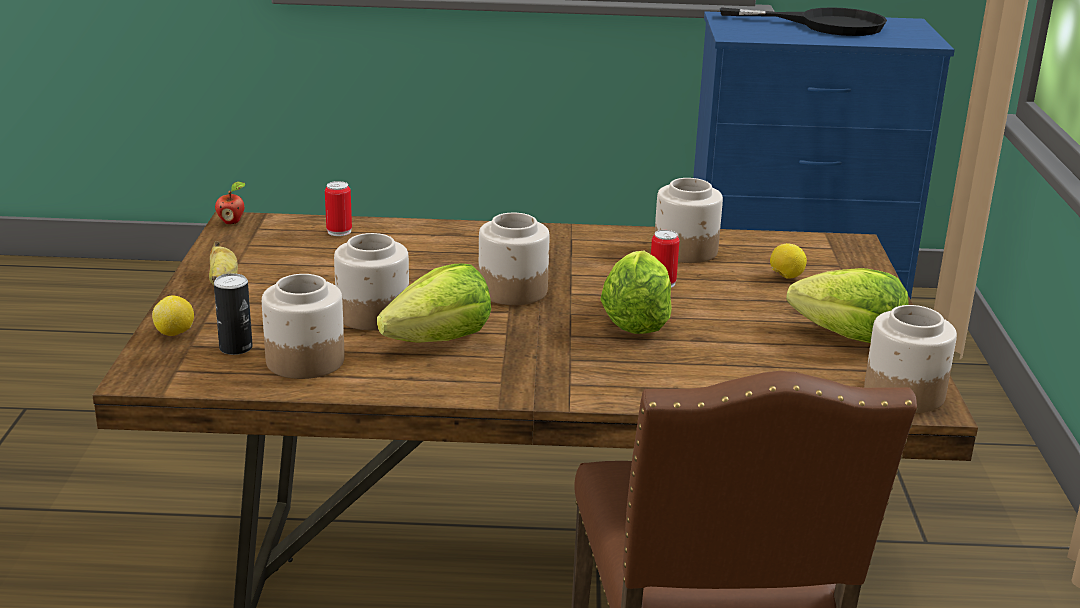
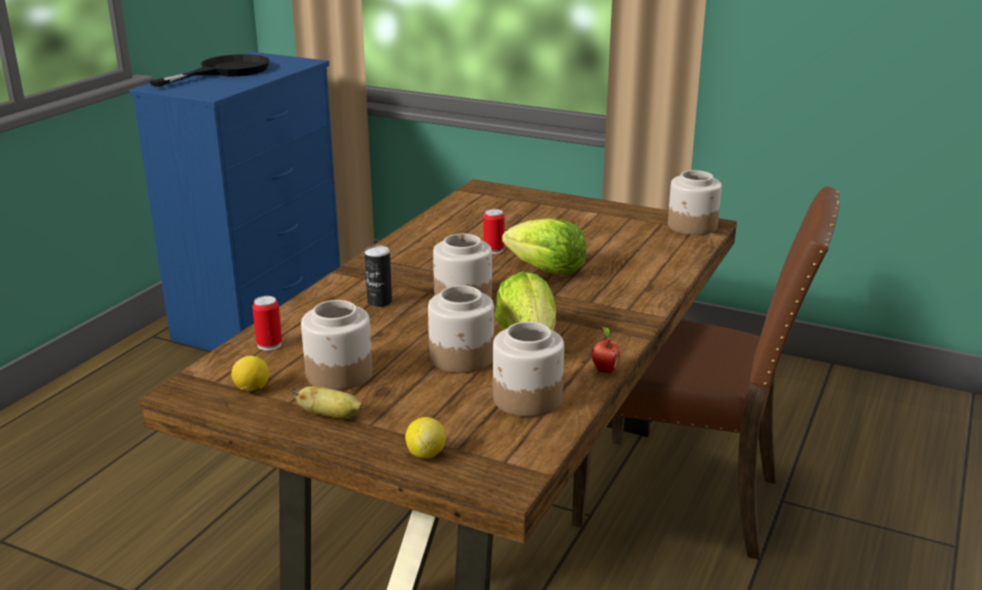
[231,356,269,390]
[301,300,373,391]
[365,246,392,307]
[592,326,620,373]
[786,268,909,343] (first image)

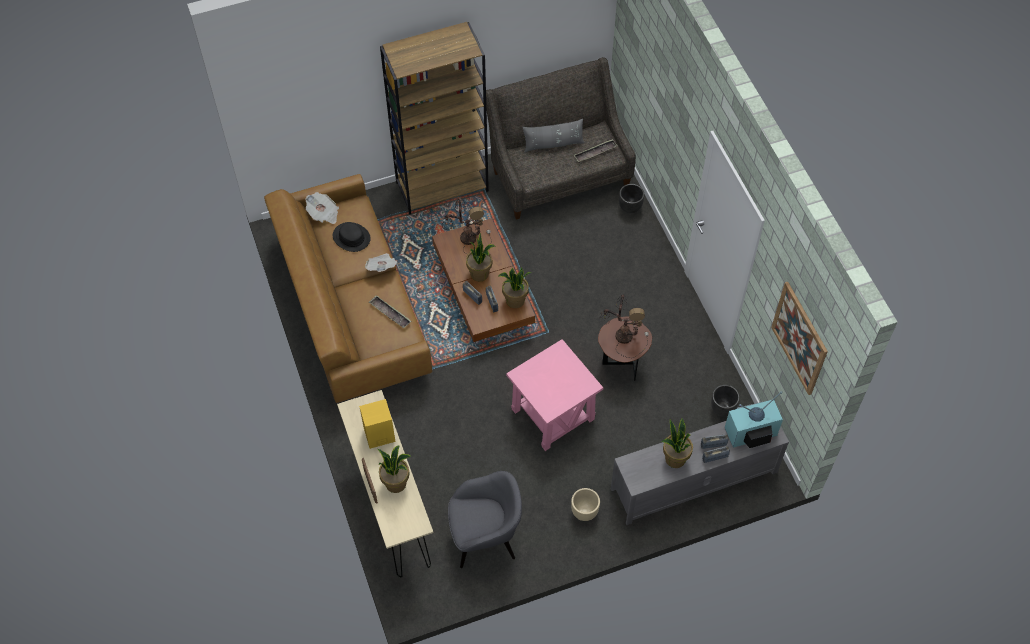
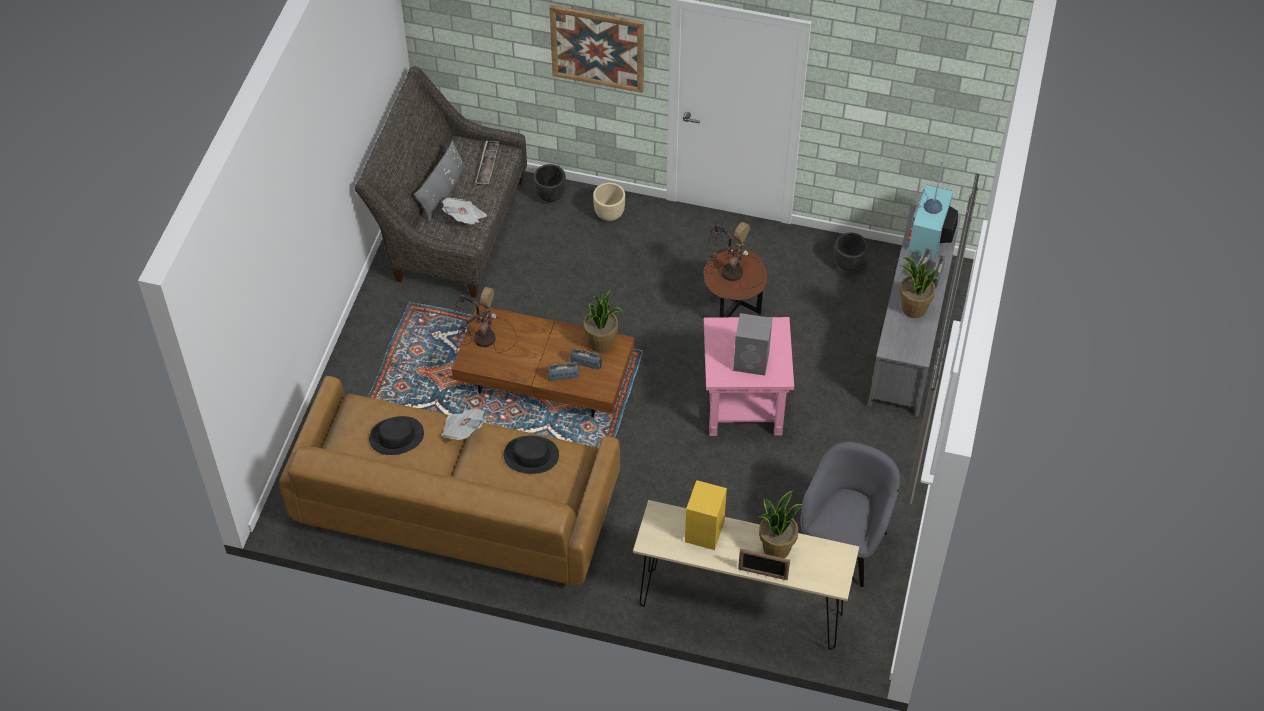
[442,197,487,225]
[503,435,559,474]
[549,5,644,93]
[593,183,625,221]
[733,313,773,376]
[380,22,489,215] (first image)
[466,233,496,282] (first image)

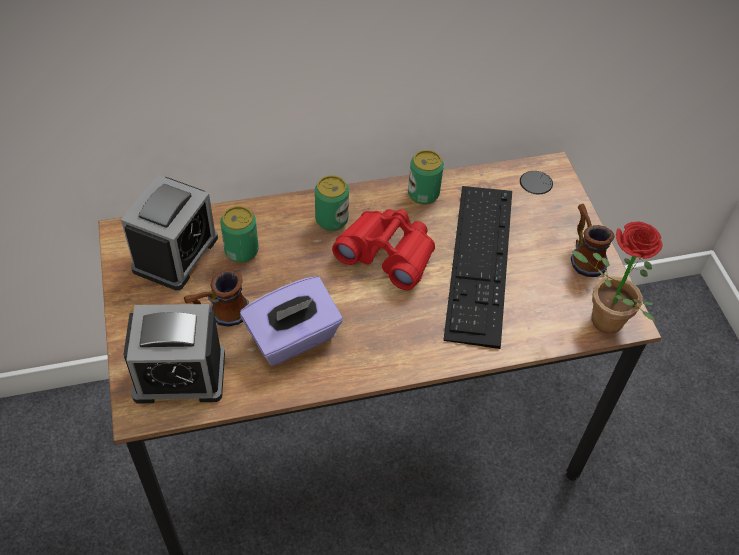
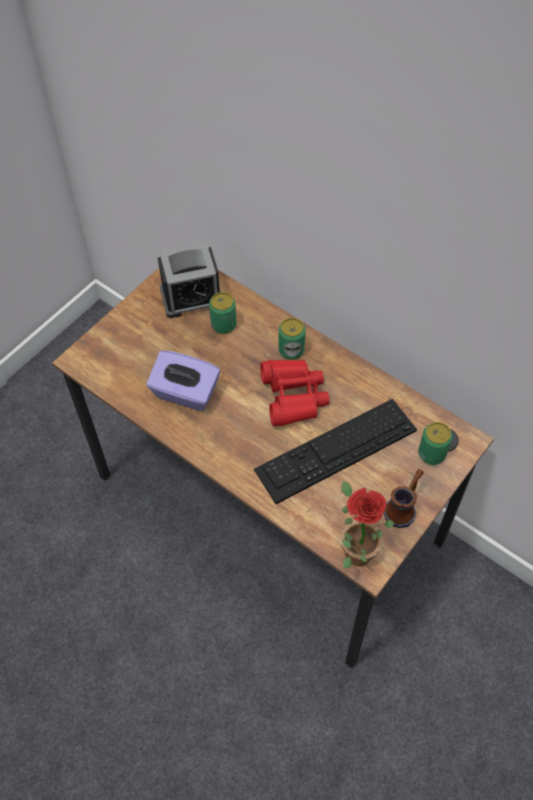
[418,422,452,465]
[123,304,225,404] (first image)
[184,269,249,326] (first image)

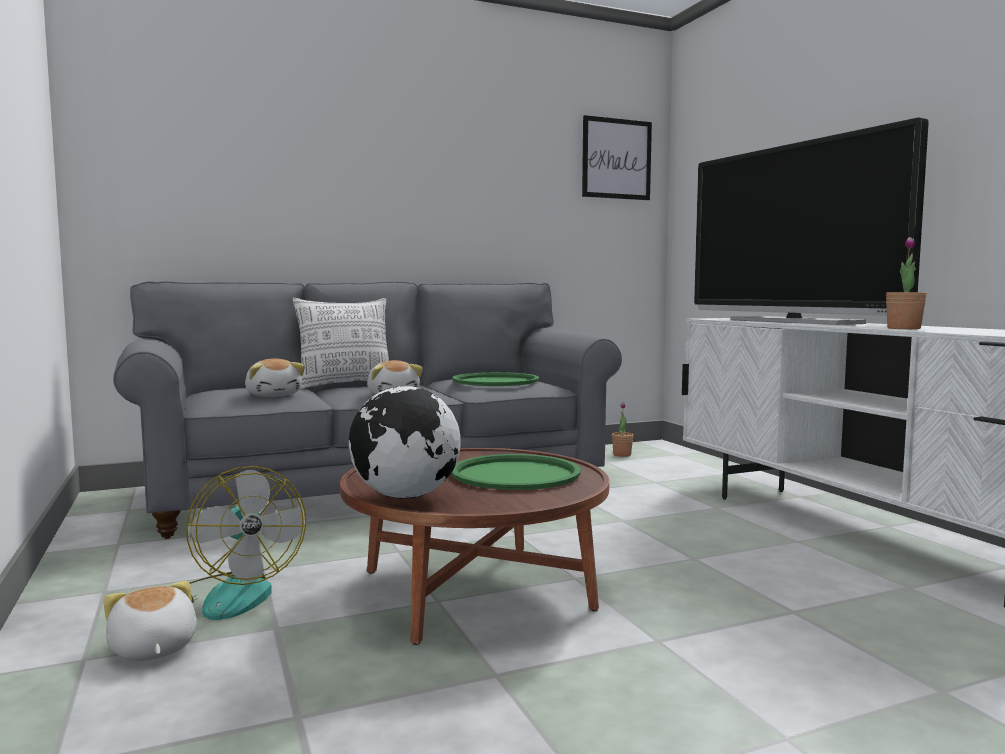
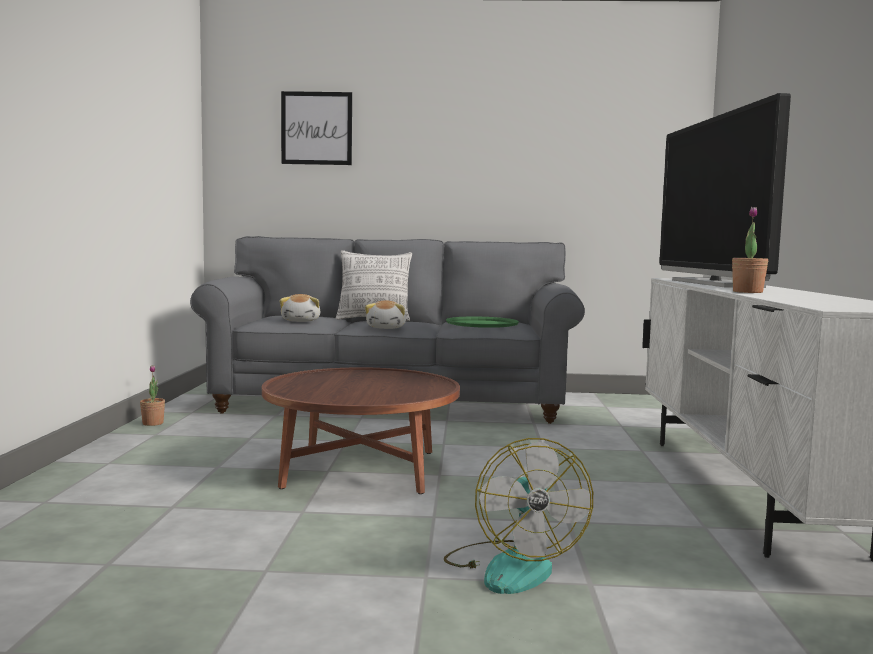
[140,365,165,426]
[281,91,352,165]
[444,438,593,594]
[103,581,197,661] (first image)
[348,386,461,499] (first image)
[451,454,581,490] (first image)

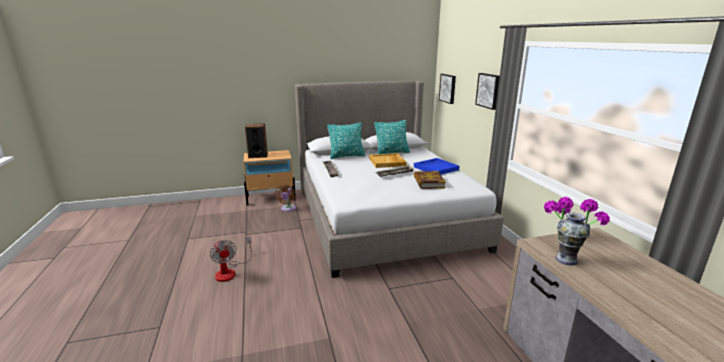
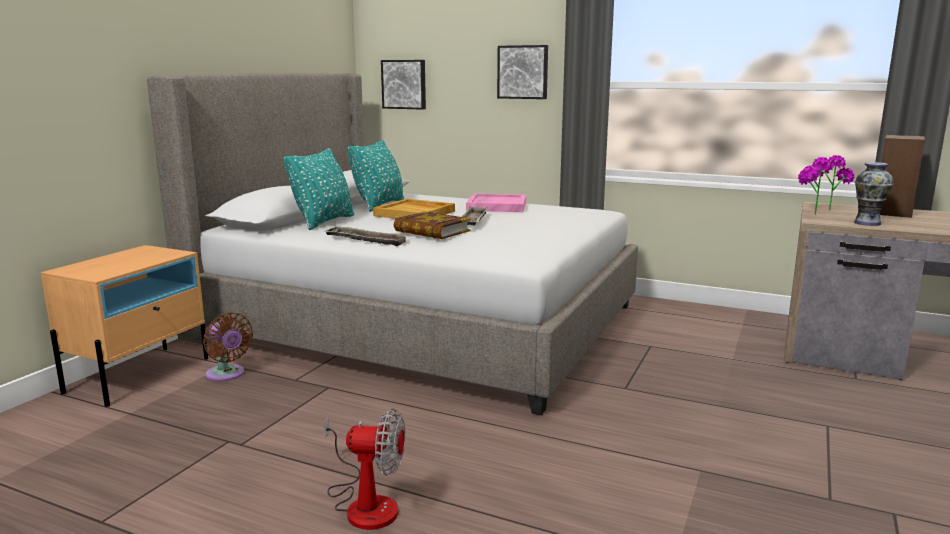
[394,211,471,239]
[466,193,526,212]
[880,135,925,218]

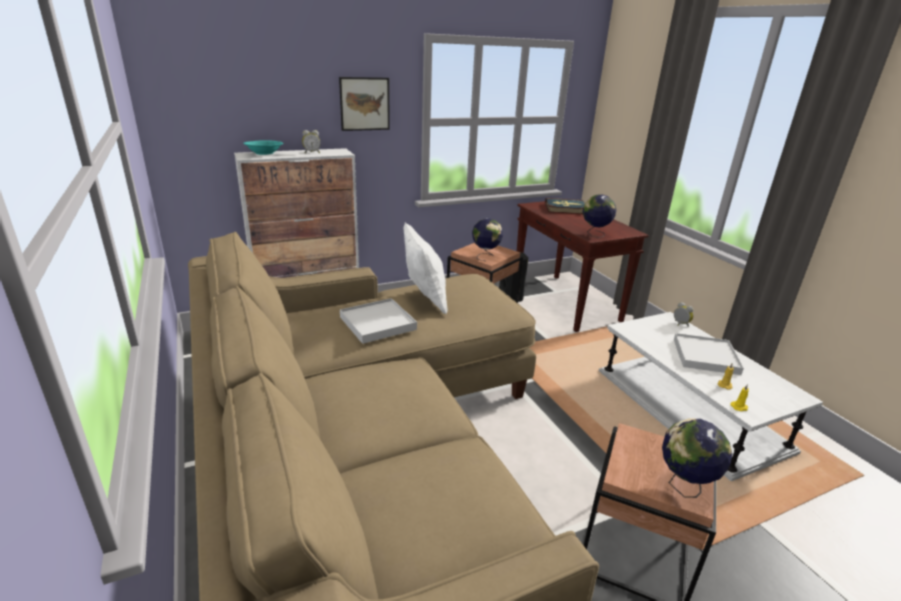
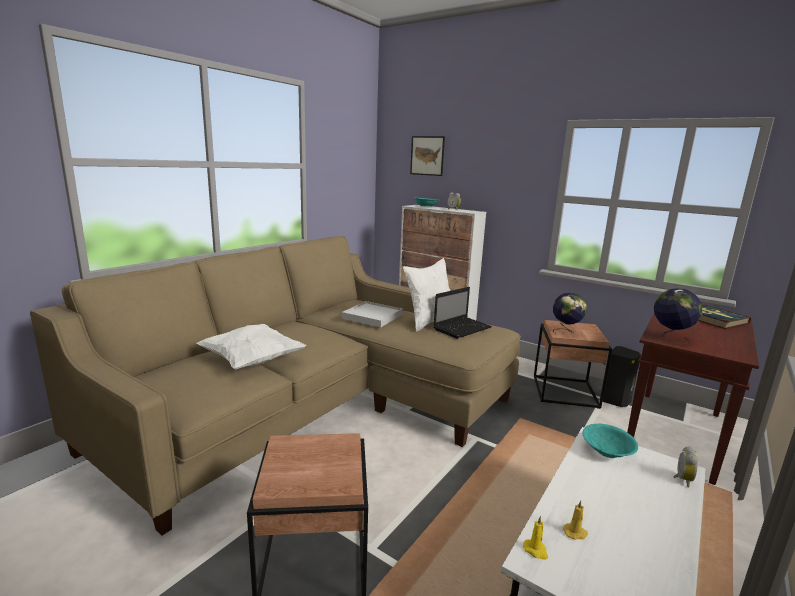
[196,324,306,370]
[410,136,445,176]
[434,287,492,339]
[583,424,638,458]
[662,418,732,498] (first image)
[674,333,744,375] (first image)

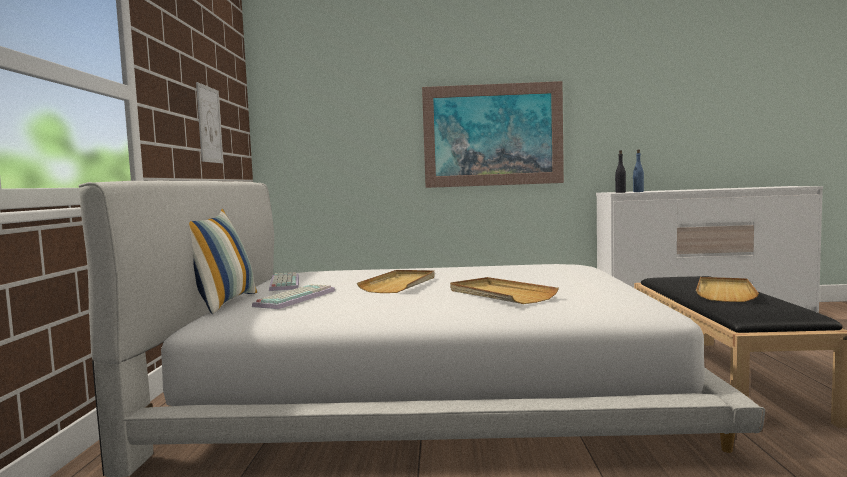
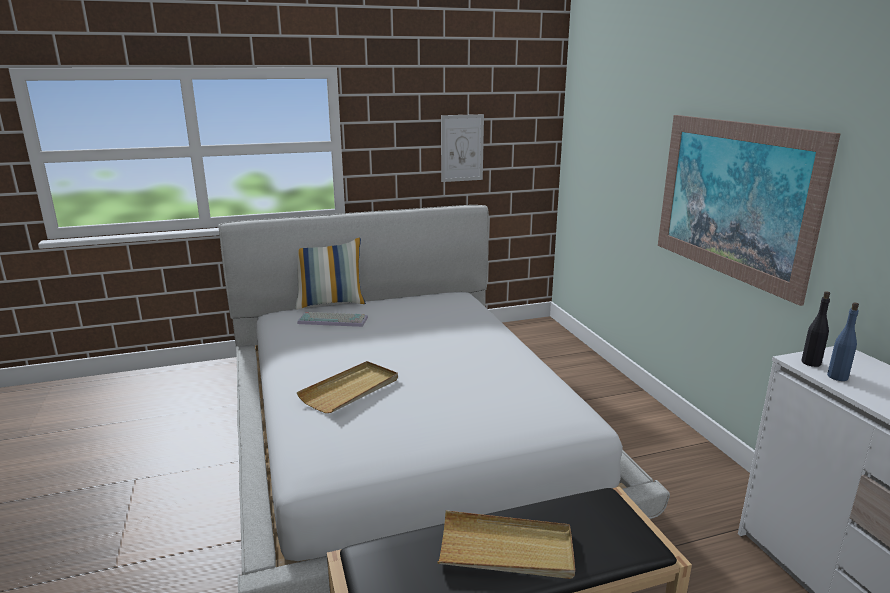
[269,272,299,291] (first image)
[357,270,435,293] (first image)

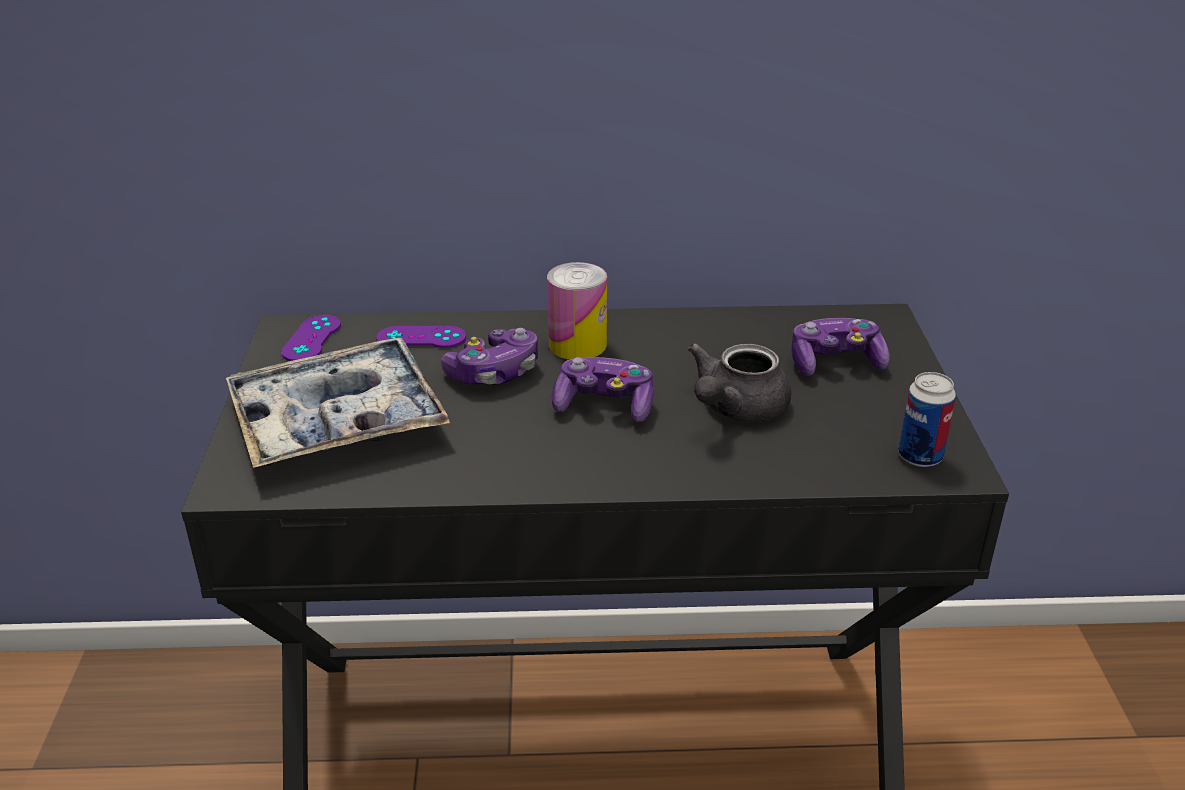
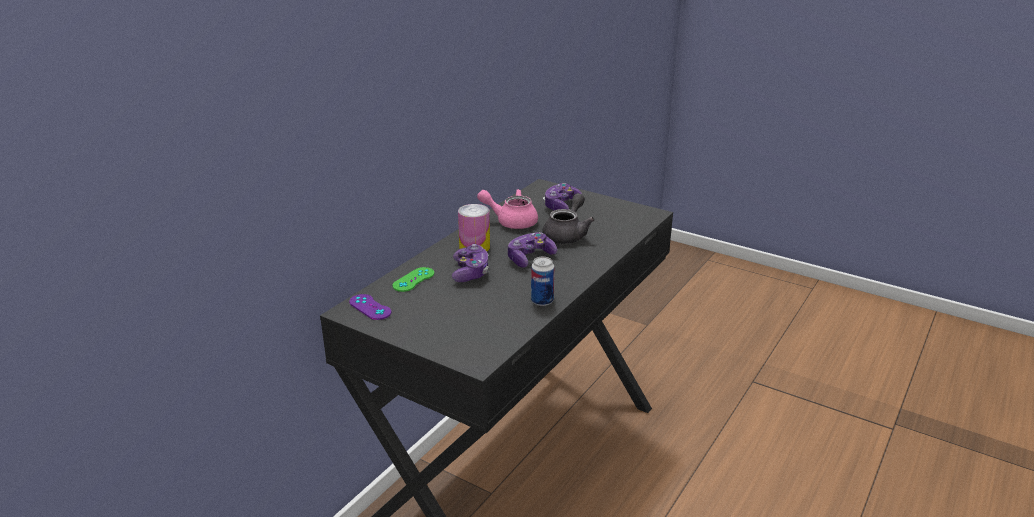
[392,267,434,292]
[477,189,538,229]
[531,257,554,306]
[542,193,595,244]
[226,338,450,468] (first image)

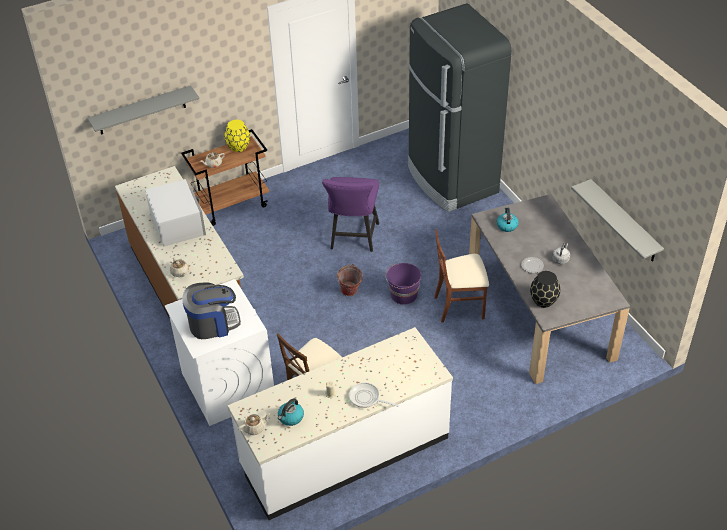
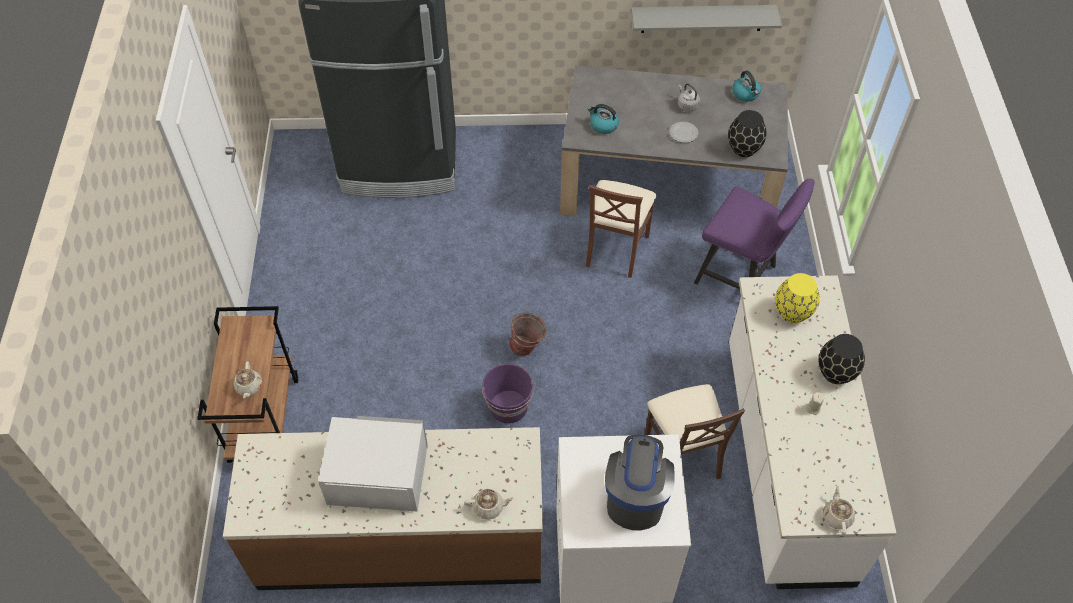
[482,364,534,424]
[694,179,815,289]
[732,70,761,102]
[775,273,820,323]
[819,334,865,384]
[88,85,199,135] (first image)

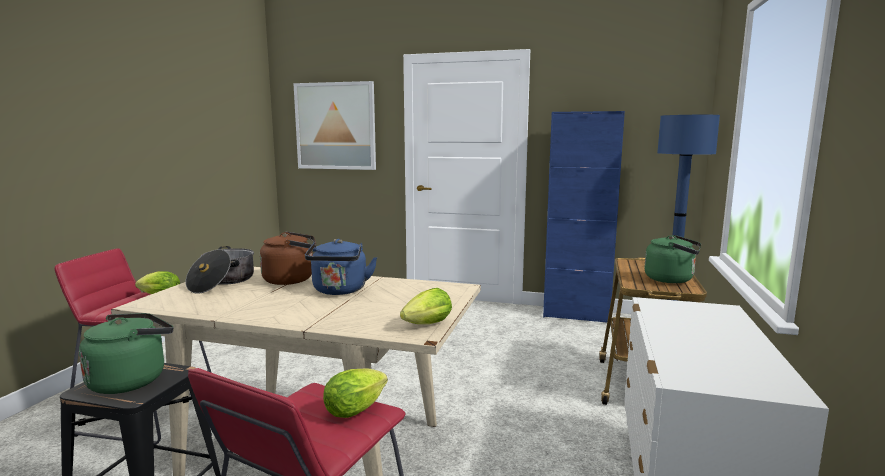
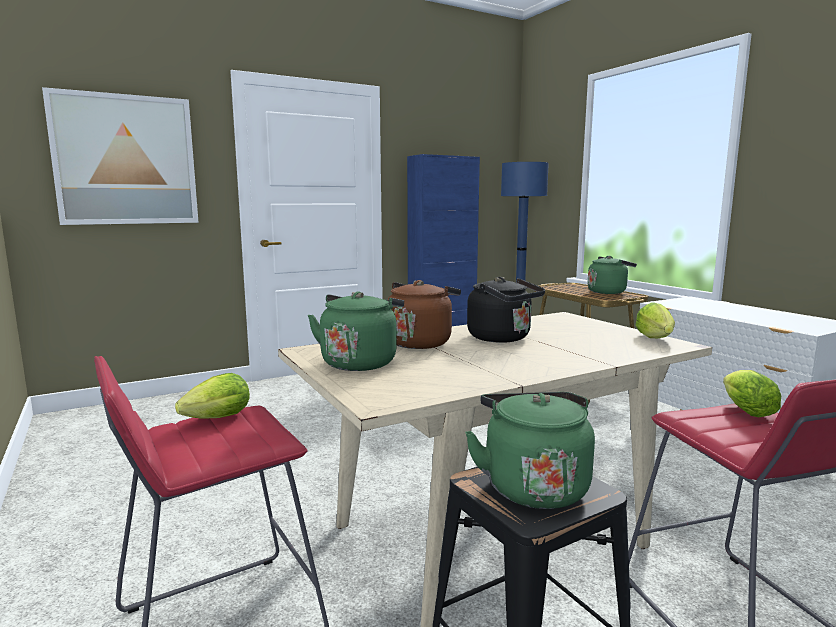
[308,291,404,371]
[467,277,545,343]

